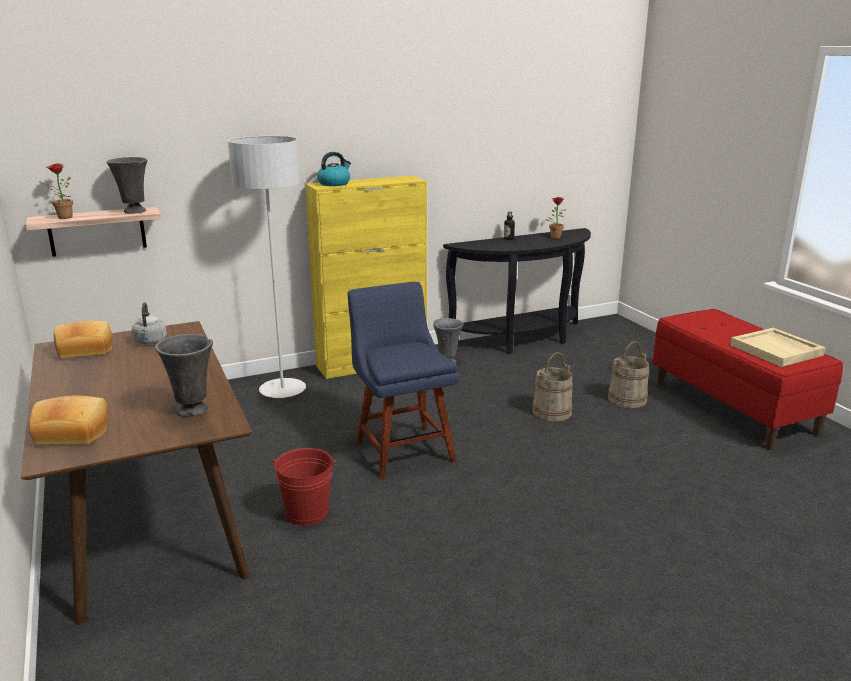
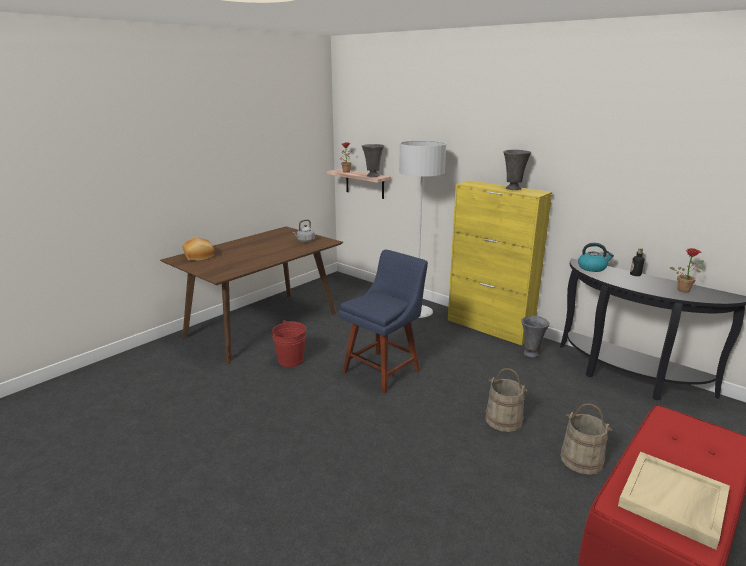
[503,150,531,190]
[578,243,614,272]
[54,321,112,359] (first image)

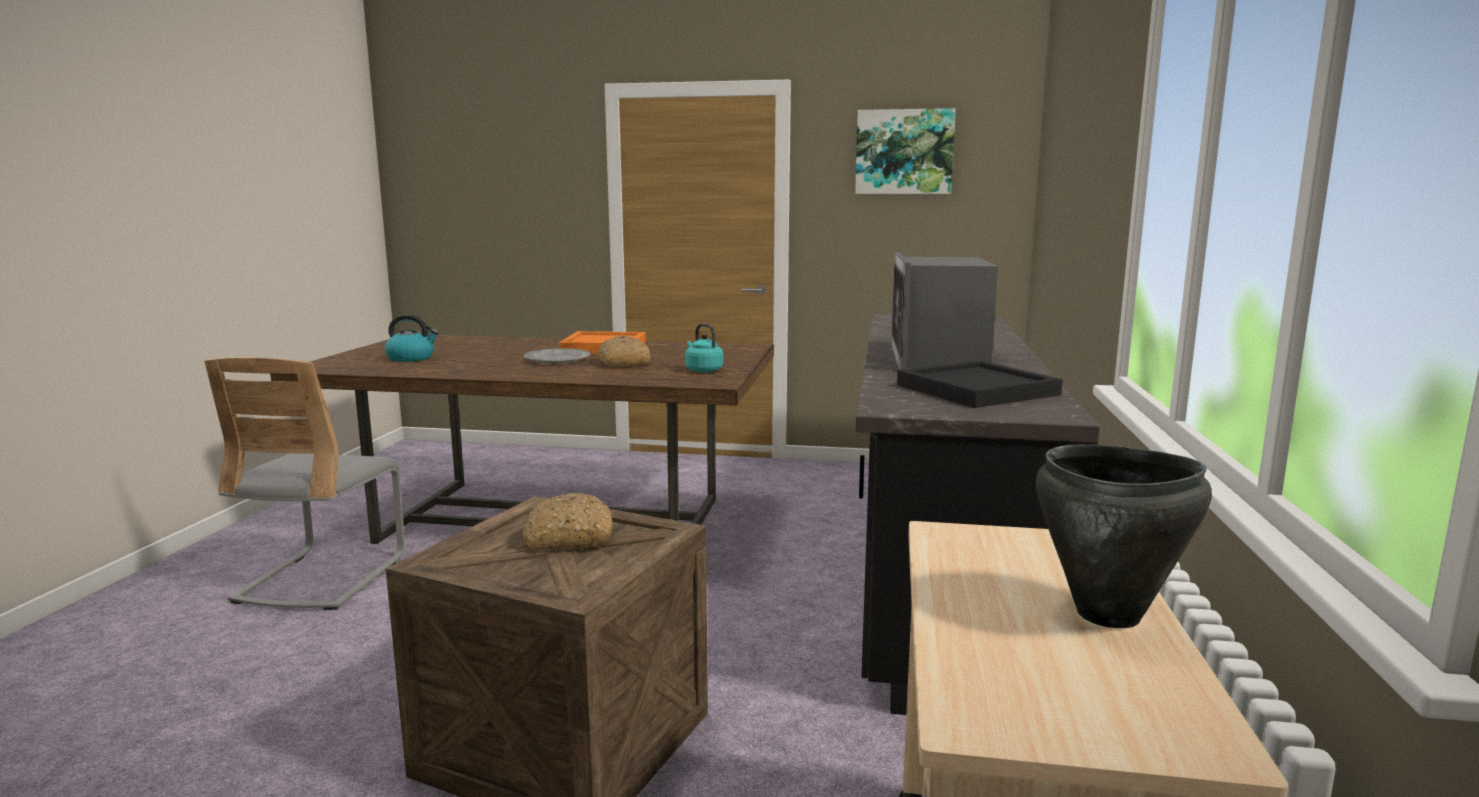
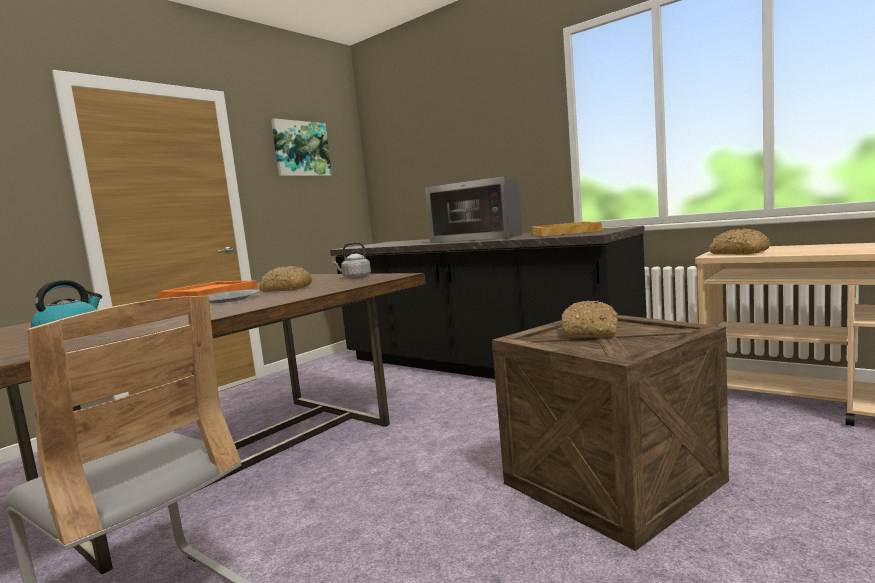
[332,242,371,279]
[531,221,602,237]
[709,229,770,254]
[1036,444,1212,628] (first image)

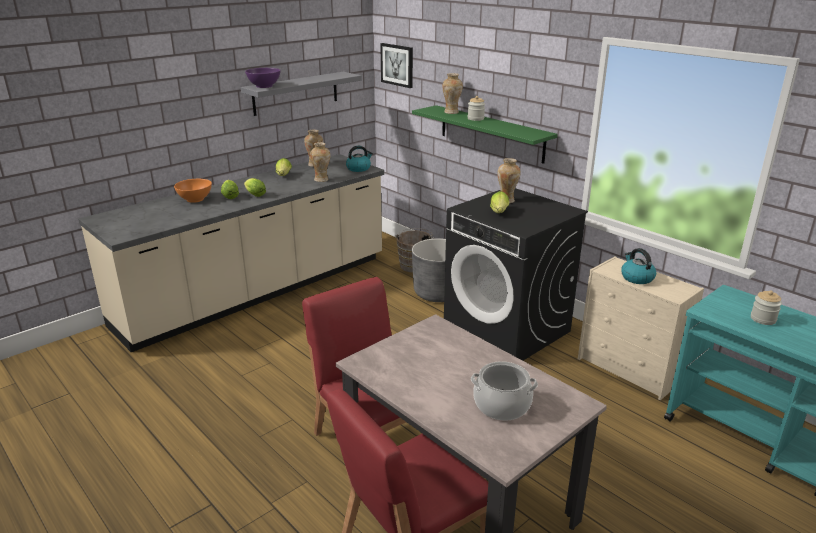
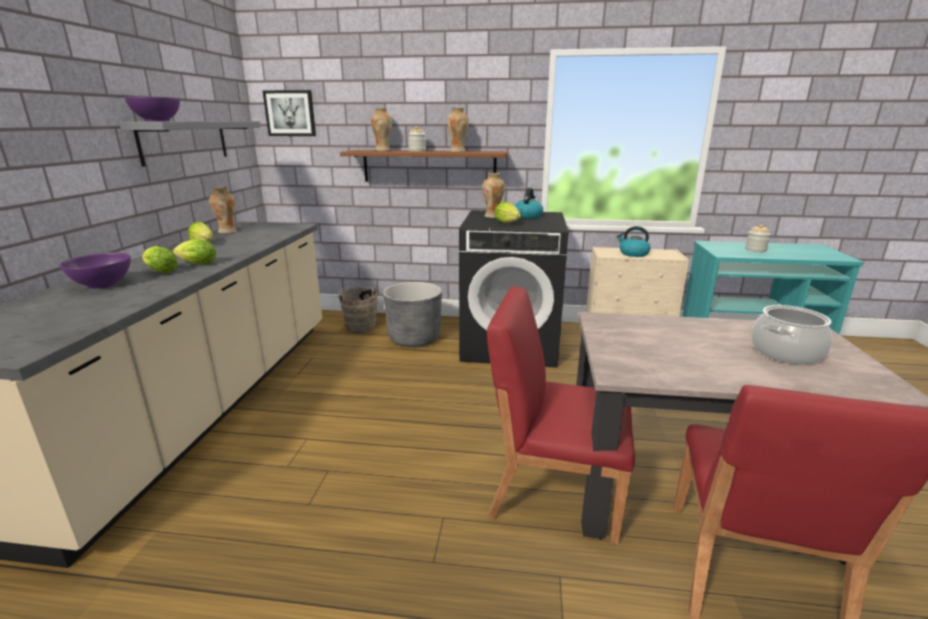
[59,253,131,289]
[340,150,509,181]
[447,108,469,152]
[515,188,543,219]

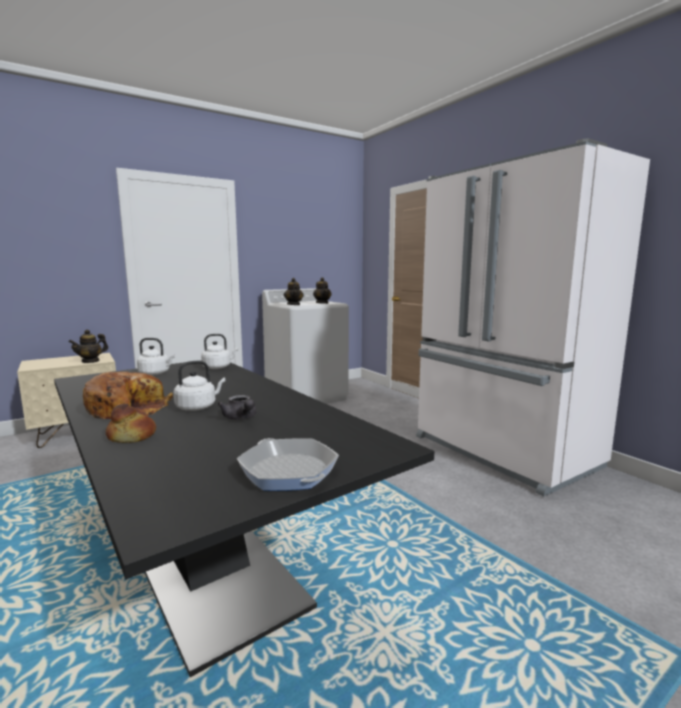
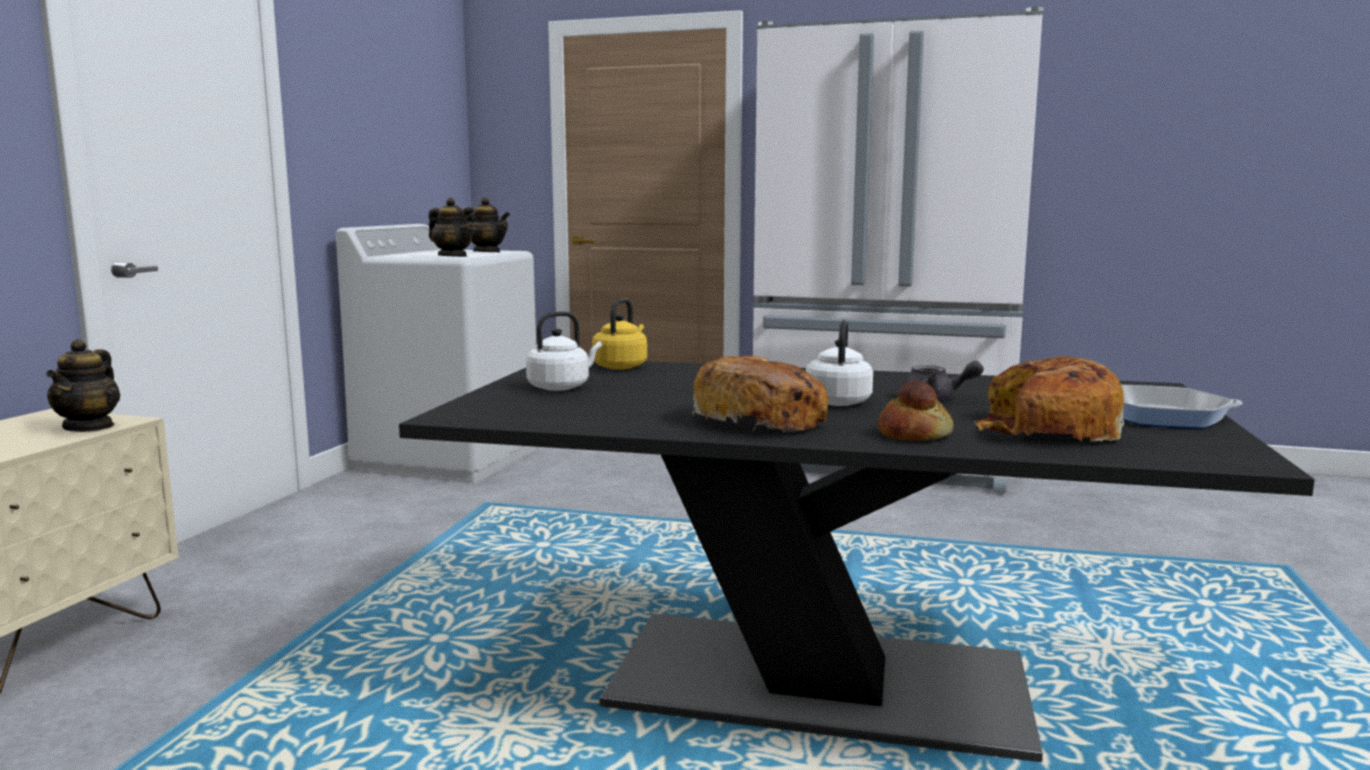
[592,298,647,370]
[974,356,1124,442]

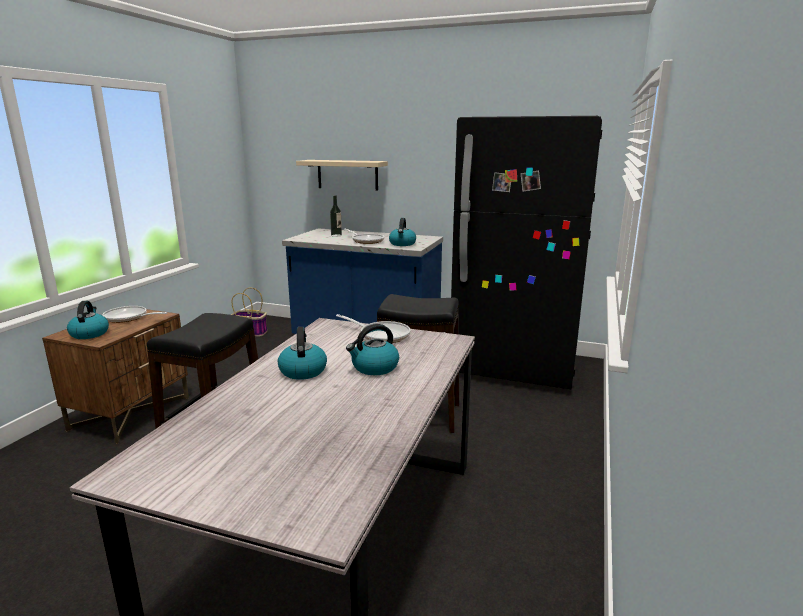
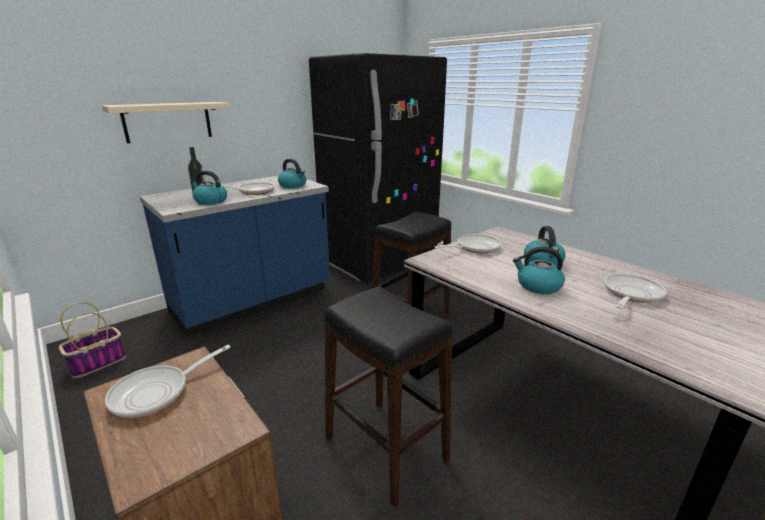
[190,171,227,205]
[604,274,666,309]

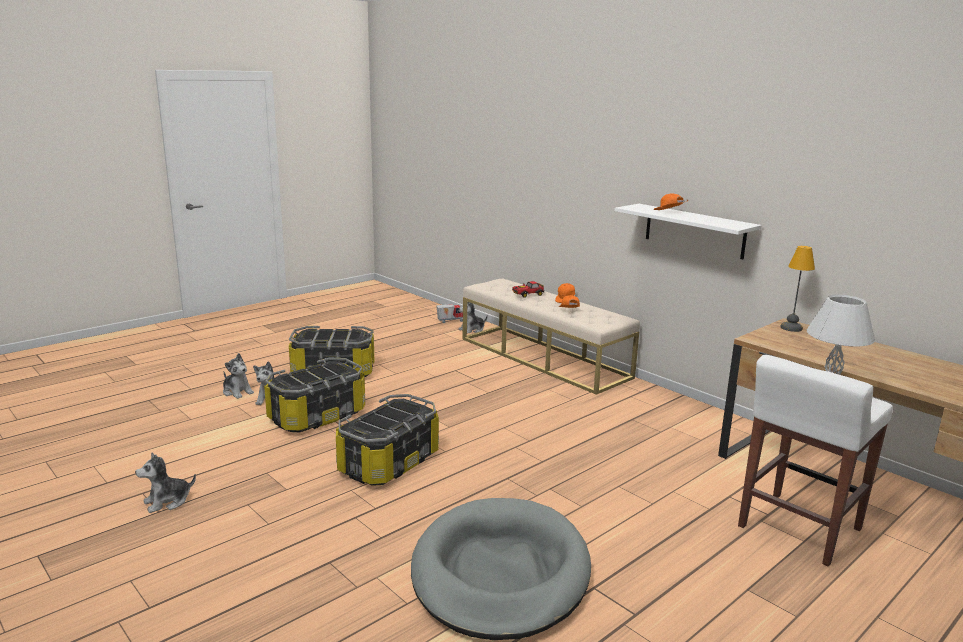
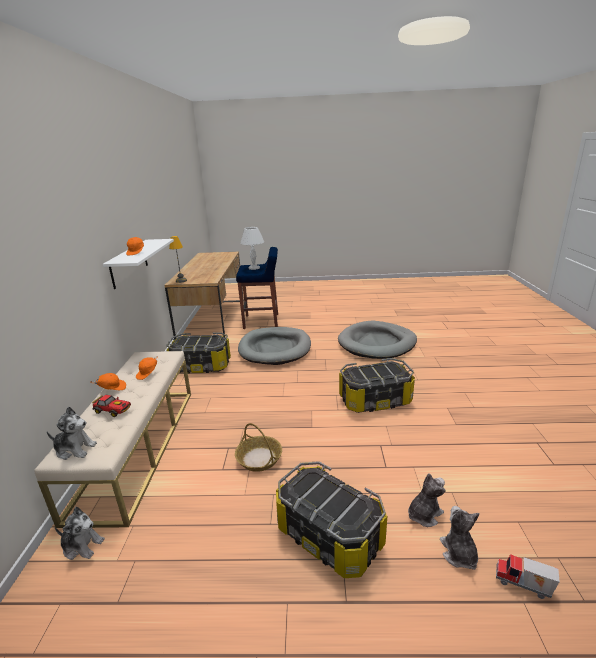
[47,407,97,460]
[166,332,231,373]
[235,423,282,472]
[236,247,278,329]
[238,327,311,365]
[496,554,560,599]

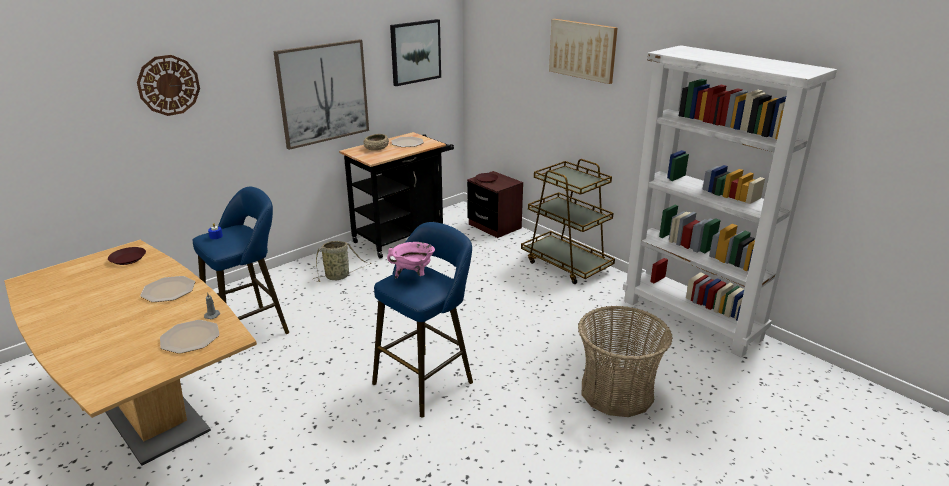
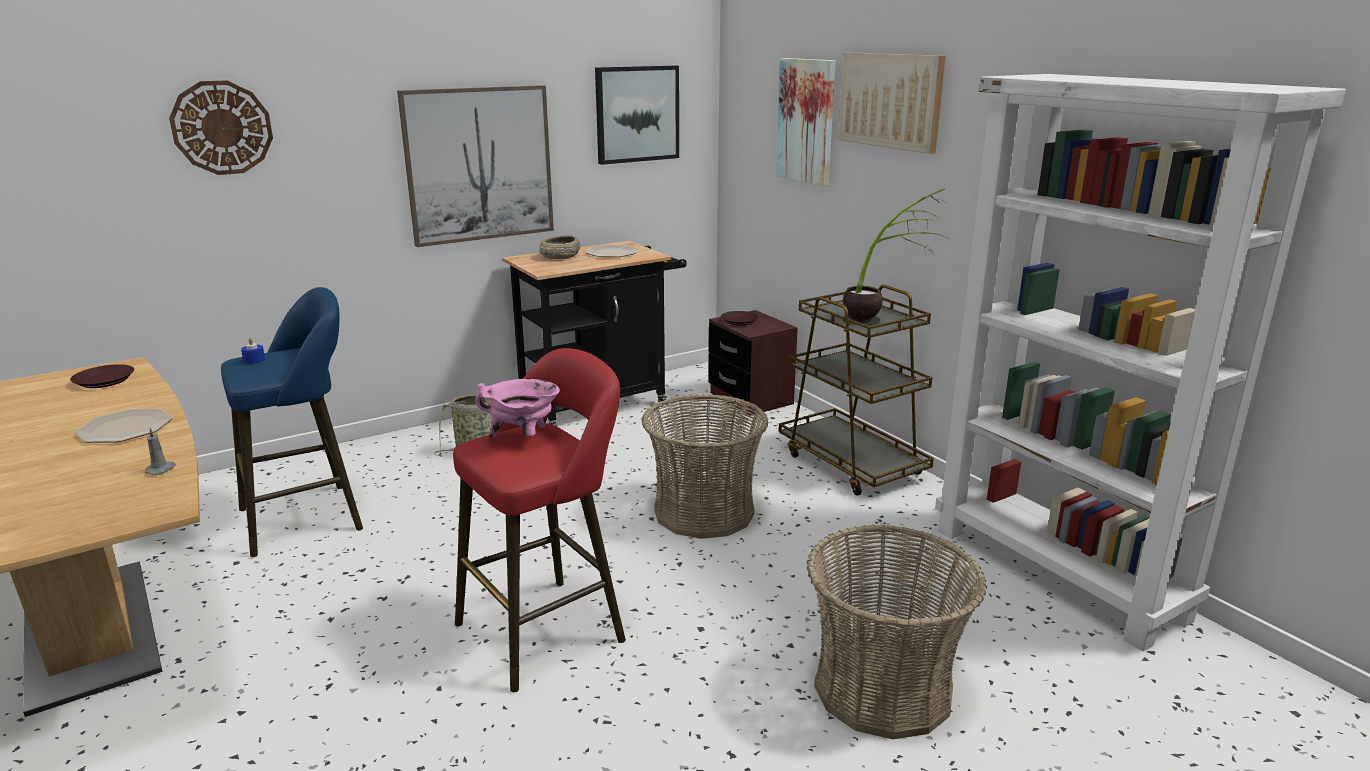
[453,348,626,692]
[642,394,769,539]
[776,58,836,186]
[843,188,949,325]
[160,320,220,354] (first image)

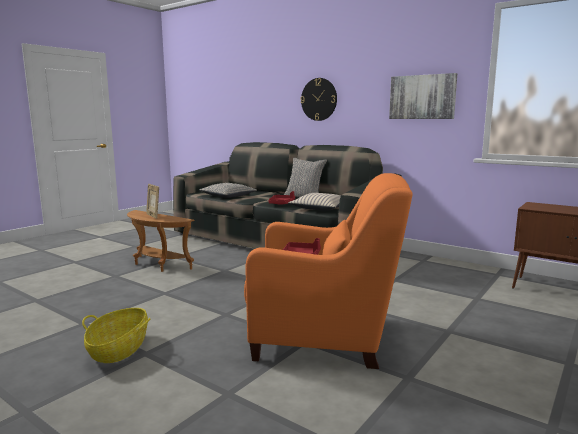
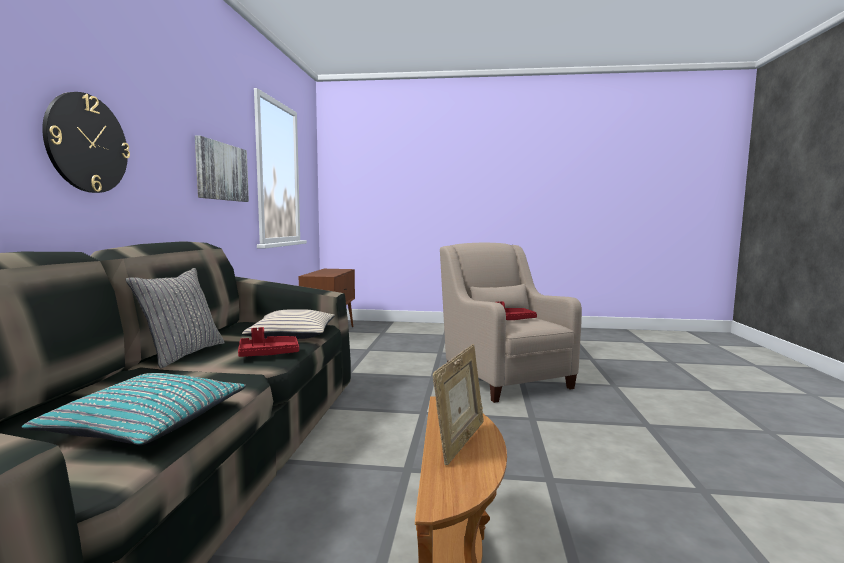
[22,373,246,445]
[440,243,582,403]
[82,308,150,363] (first image)

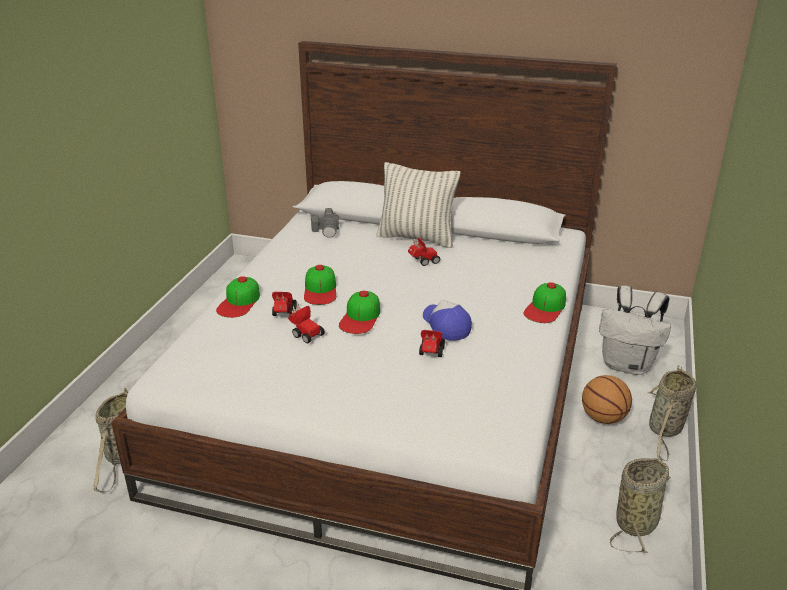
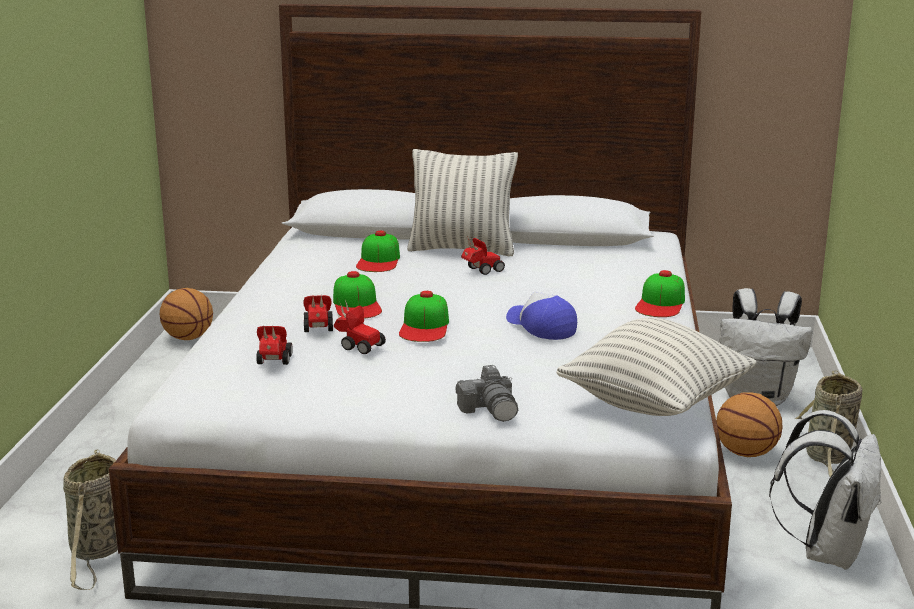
[160,288,213,340]
[256,326,293,365]
[356,231,400,272]
[455,365,518,422]
[556,318,757,416]
[769,410,882,570]

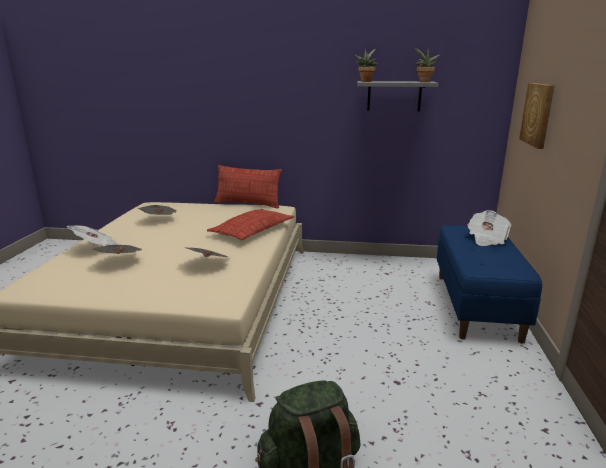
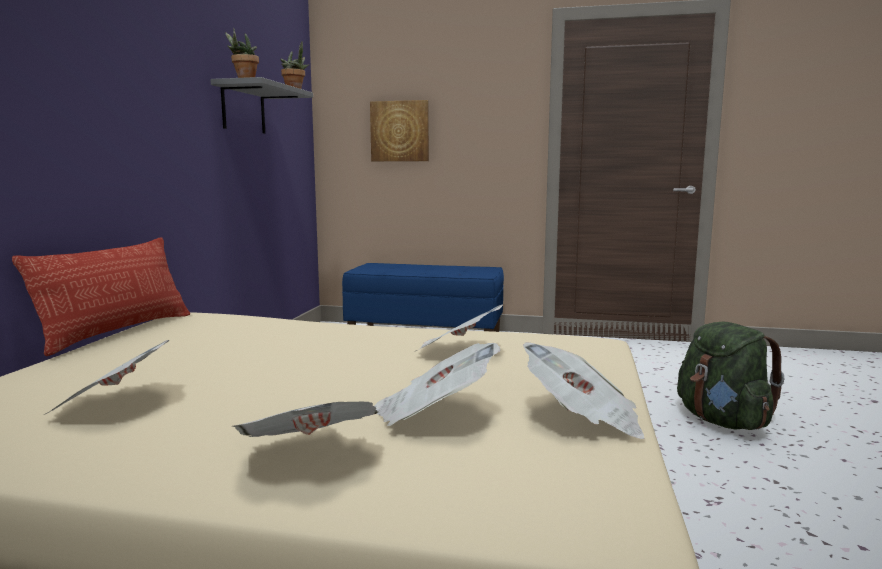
[523,342,645,439]
[207,209,294,240] (first image)

